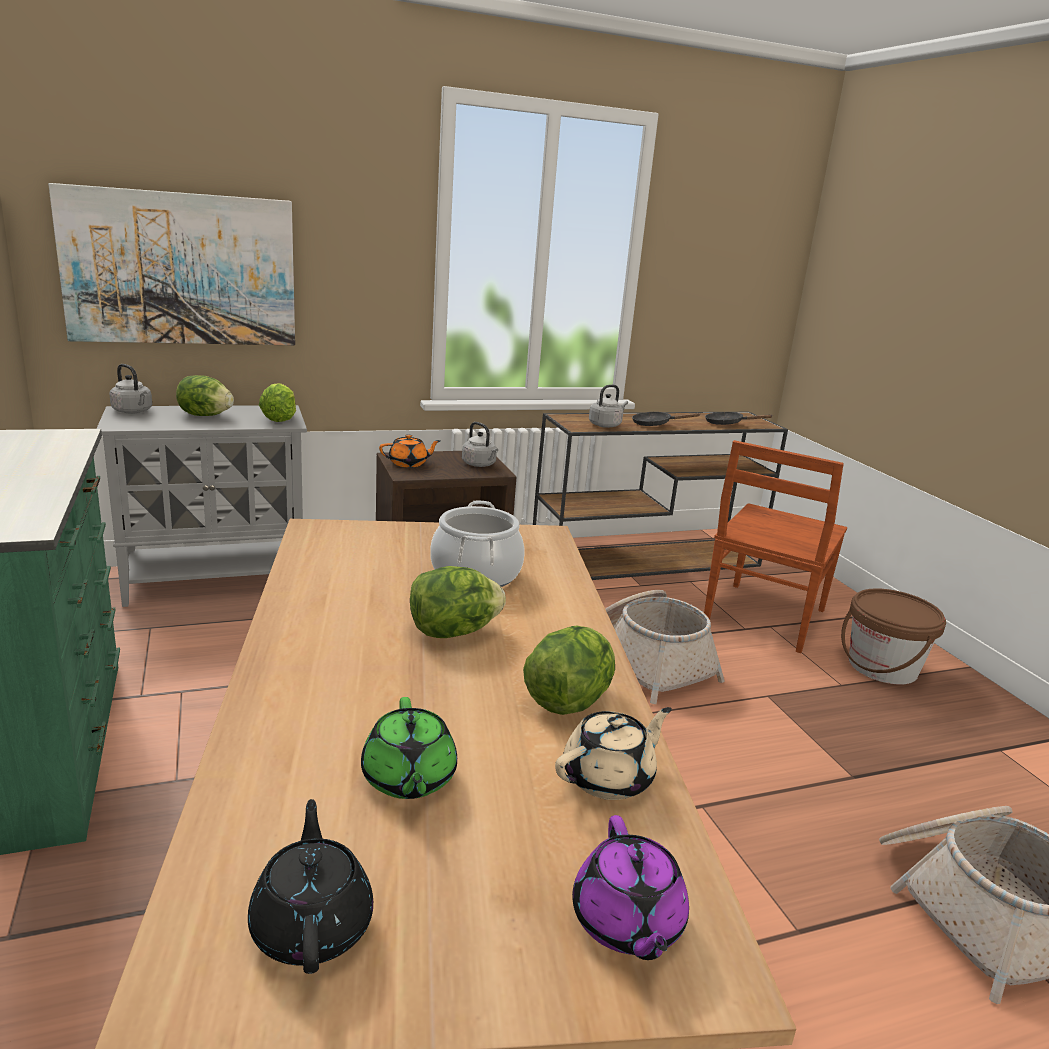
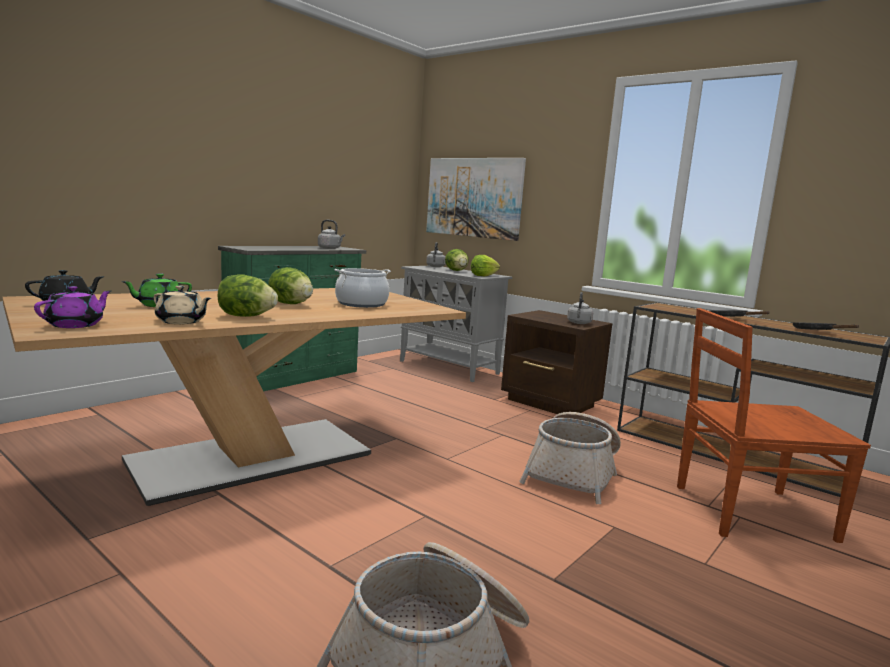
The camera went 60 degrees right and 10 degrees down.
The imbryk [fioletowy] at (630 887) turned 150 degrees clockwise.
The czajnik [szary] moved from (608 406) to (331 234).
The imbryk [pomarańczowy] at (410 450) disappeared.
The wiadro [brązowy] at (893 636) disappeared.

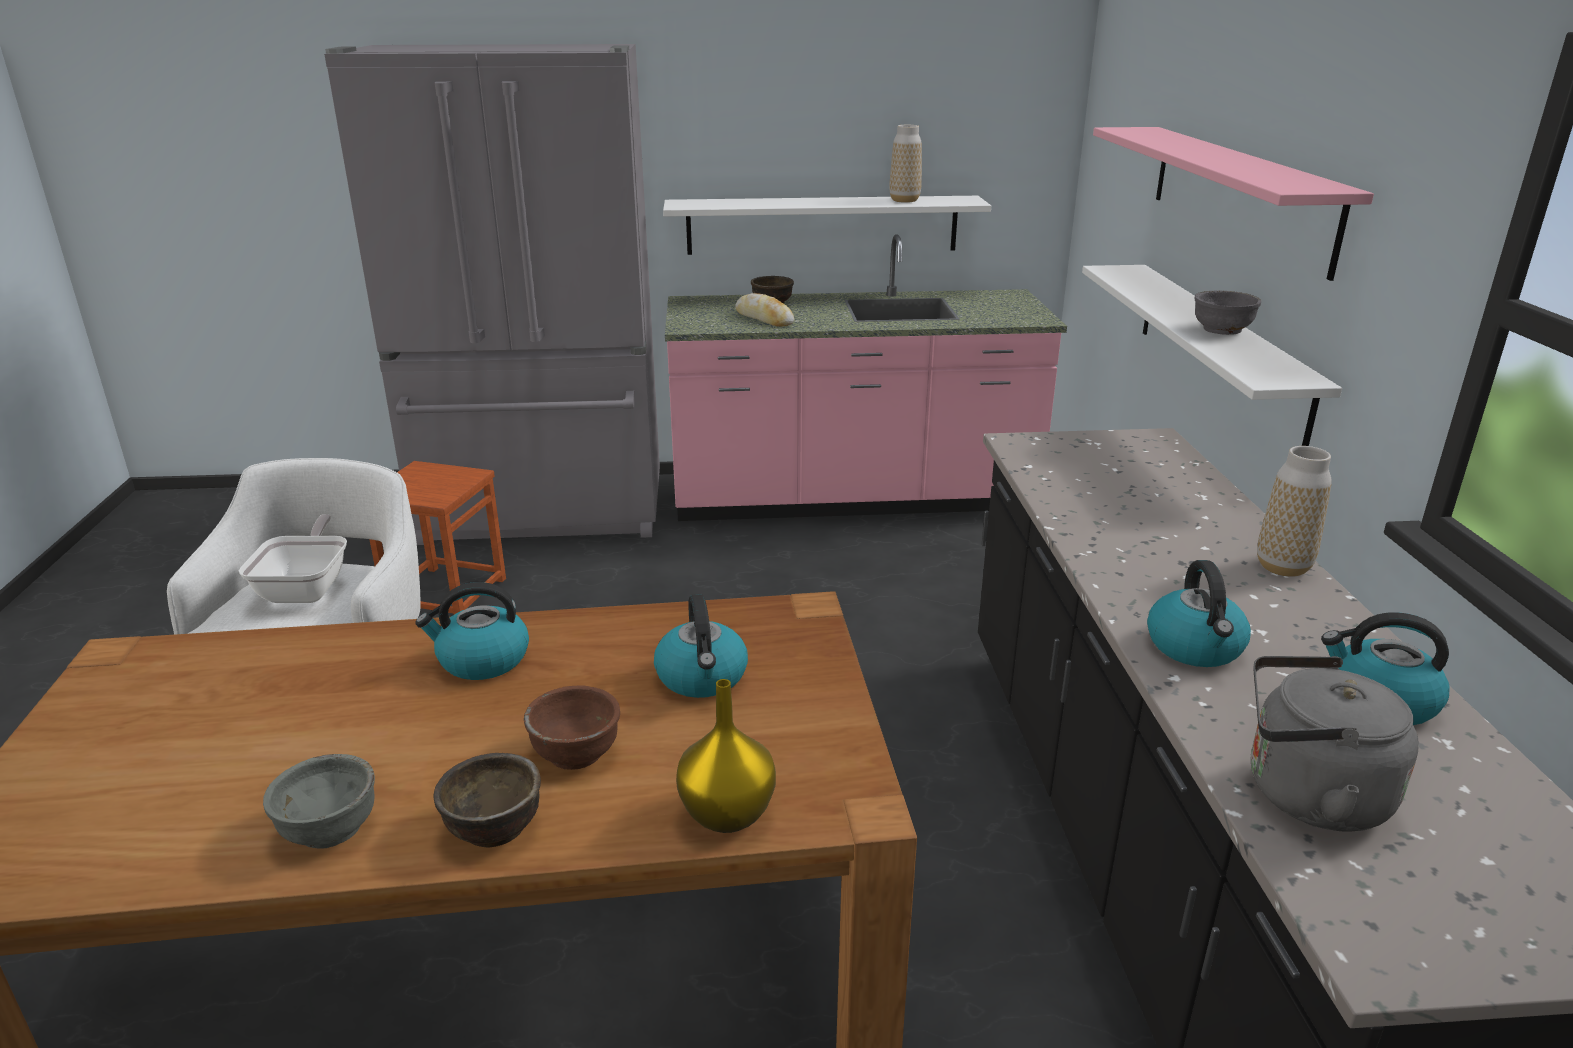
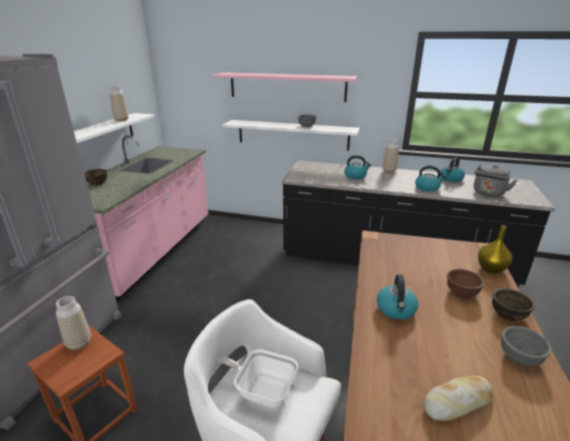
The camera went 70 degrees left and 0 degrees up.
The wazon at (73 323) appeared.
The czajnik moved from (701 646) to (357 167).
The chleb moved from (764 310) to (458 398).

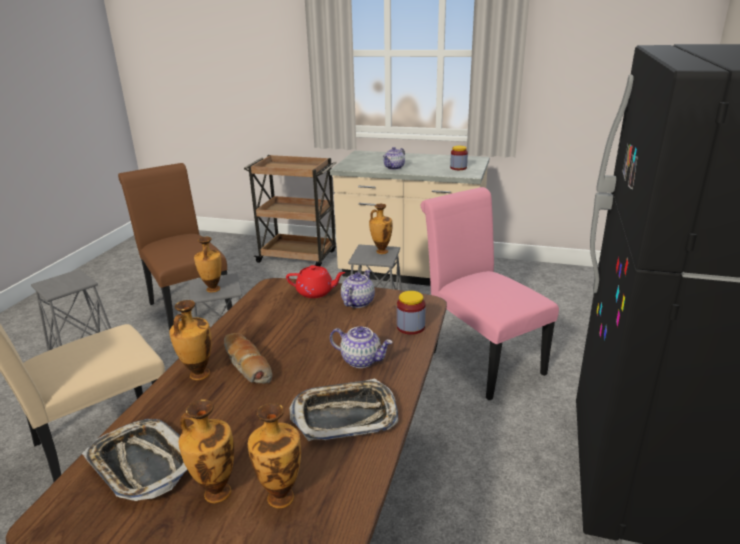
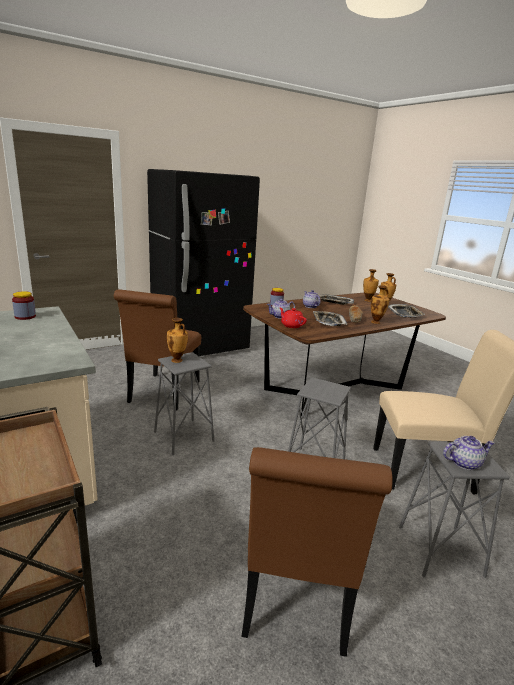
The camera went 140 degrees left and 5 degrees down.
The krzesło [różowy] at (490 294) became the krzesło [brązowy] at (157 350).
The taca at (330 318) appeared.
The imbryk moved from (394 158) to (469 453).
The wazon at (208 264) disappeared.

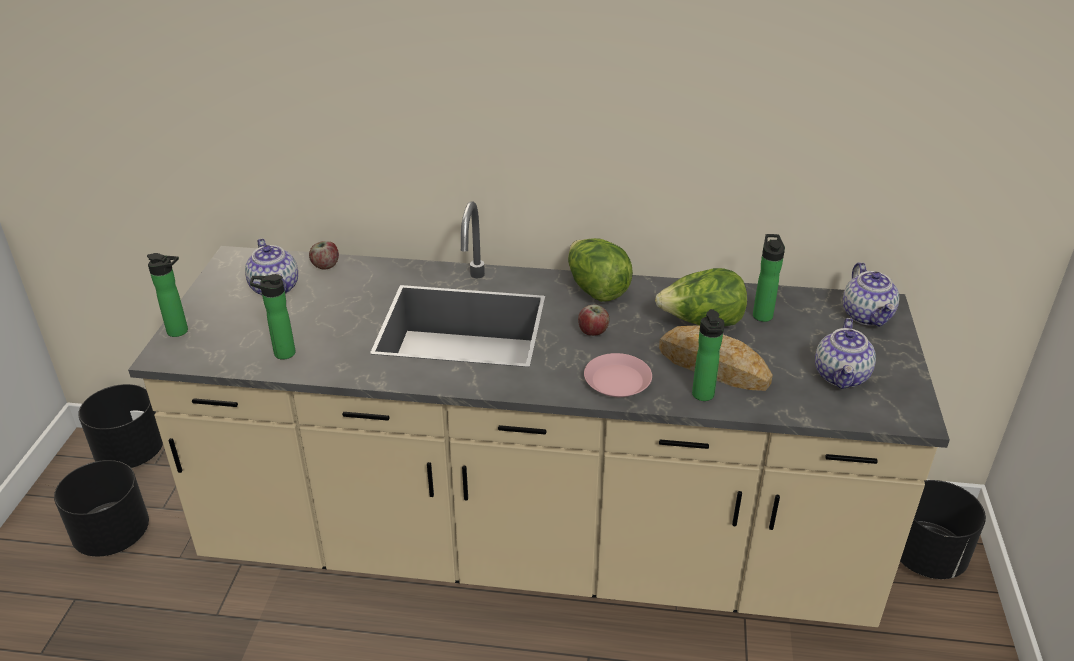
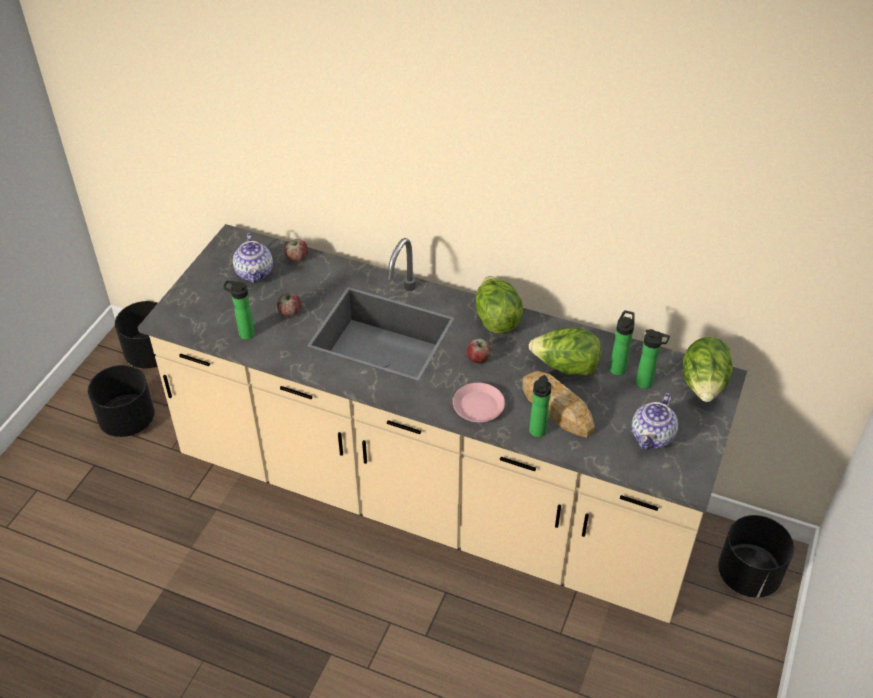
The camera went 15 degrees right and 10 degrees up.
The jabłko at (289 305) appeared.
The butelka moved from (167 295) to (653 359).
The imbryk at (871 294) was replaced by the sałata at (708 369).

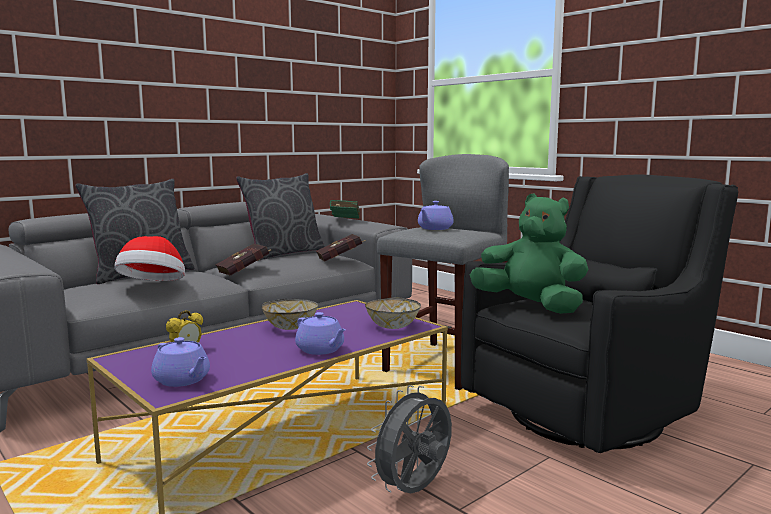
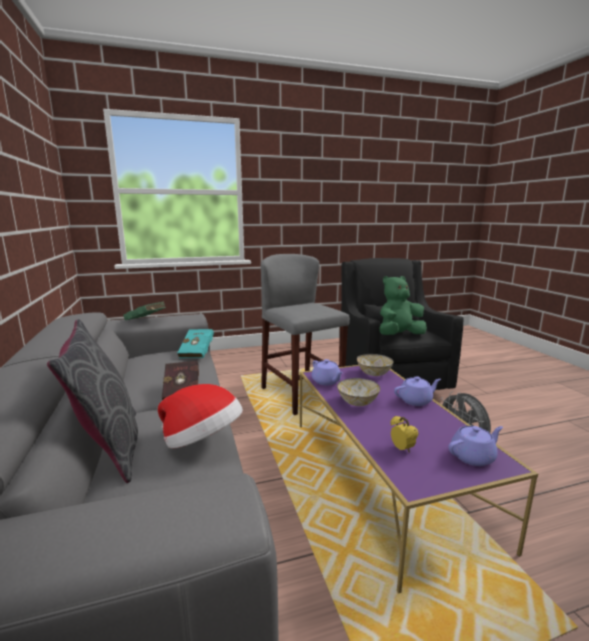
The camera went 65 degrees left and 5 degrees up.
The książka [czerwony] at (341 248) became the książka [turkusowy] at (195 343).
The imbryk [fioletowy] moved from (436 215) to (327 372).
The poduszka [szary] at (280 217) disappeared.

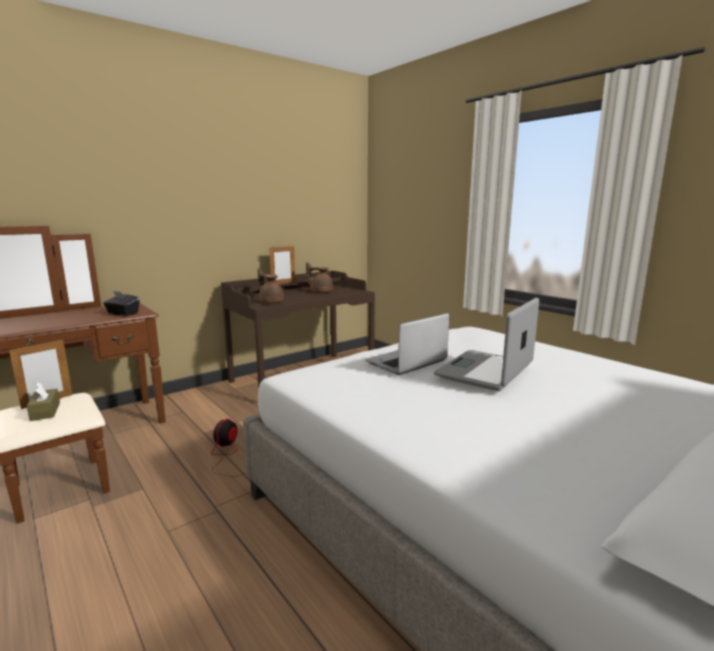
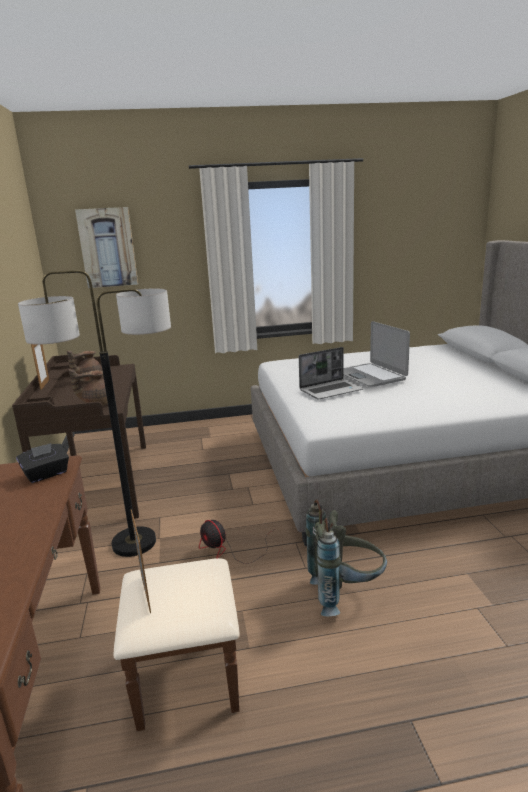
The camera went 60 degrees left and 5 degrees up.
The lampa stojąca at (94 413) appeared.
The obraz at (106 247) appeared.
The laptop at (407 344) turned 105 degrees counterclockwise.
The plecak [szary] at (346 557) appeared.
The pudełko chusteczek [brązowy] at (43 401) disappeared.

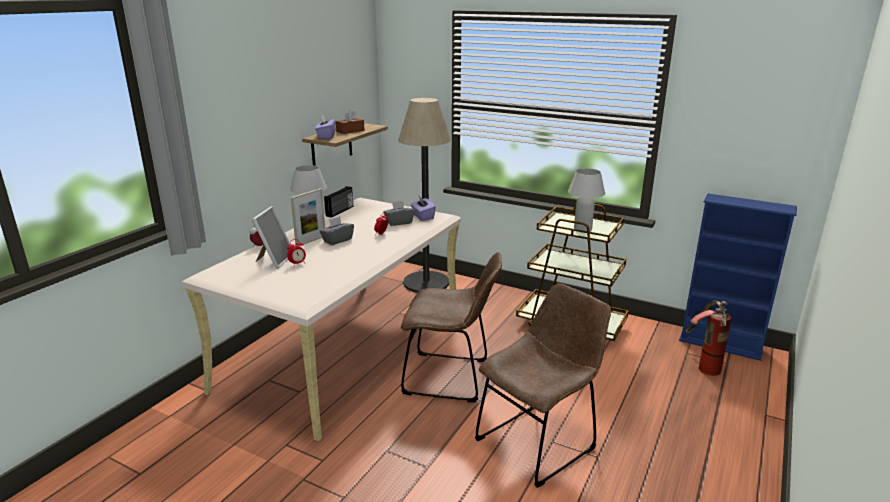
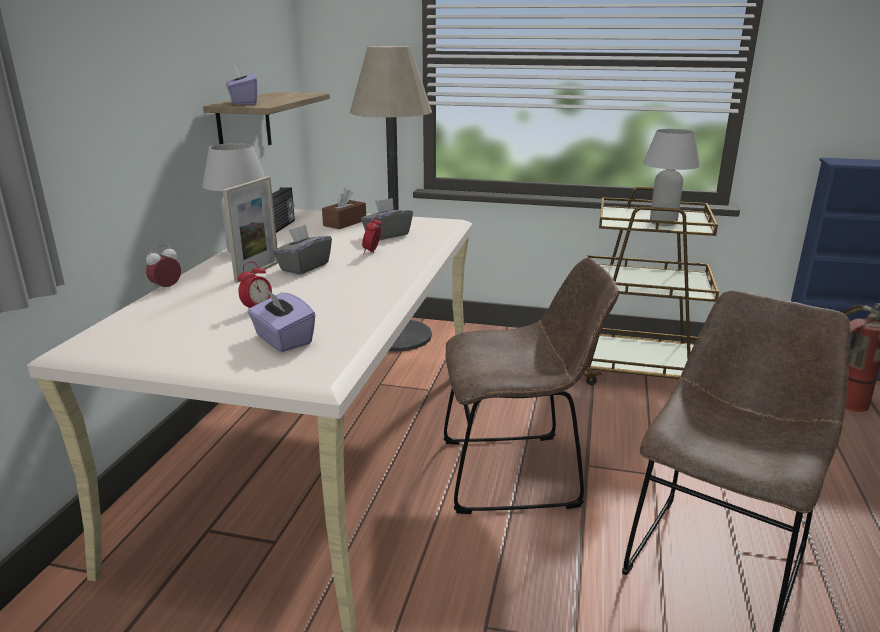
The camera went 15 degrees left and 0 degrees up.
The pudełko chusteczek [fioletowy] moved from (423 208) to (281 320).
The pudełko chusteczek [brązowy] moved from (350 122) to (344 208).
The ramka na zdjęcie at (271 237) disappeared.

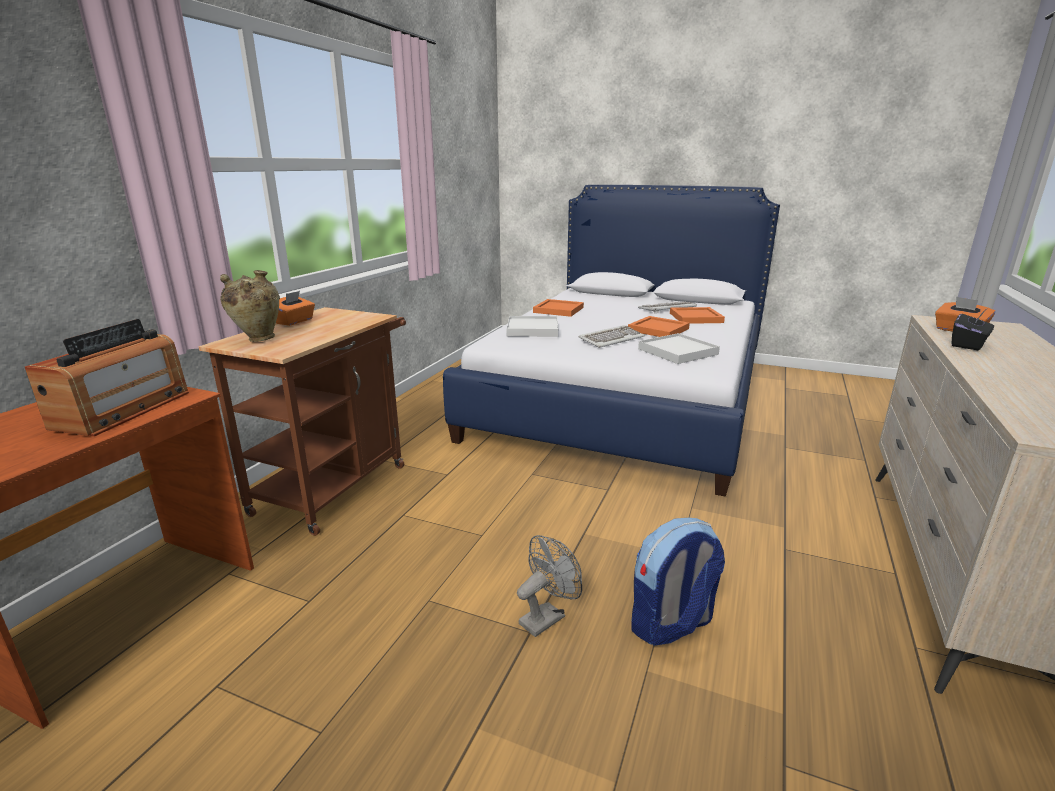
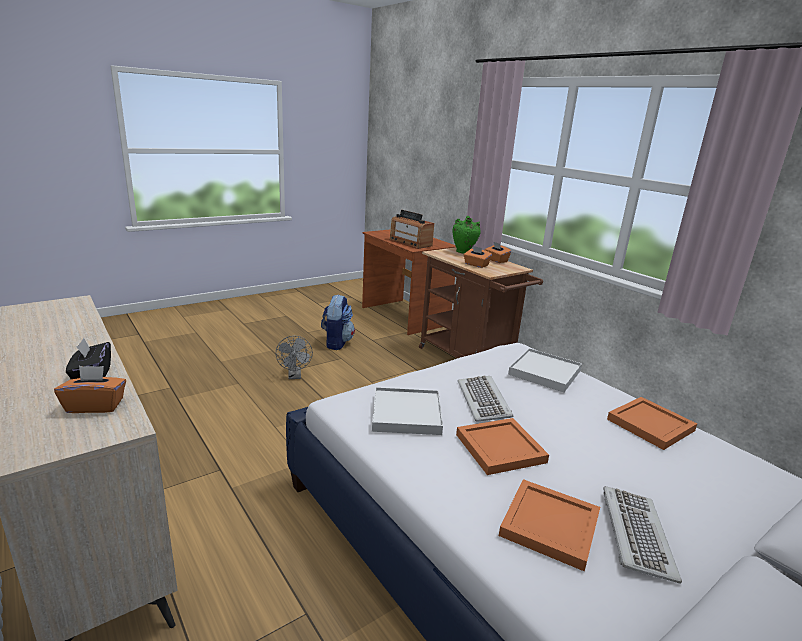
The camera went 120 degrees right and 0 degrees up.
The plecak moved from (678 582) to (338 322).
The wazon [beżowy] at (250 306) became the wazon [zielony] at (466 234).
The pudełko chusteczek [pomarańczowy] at (478 257) appeared.

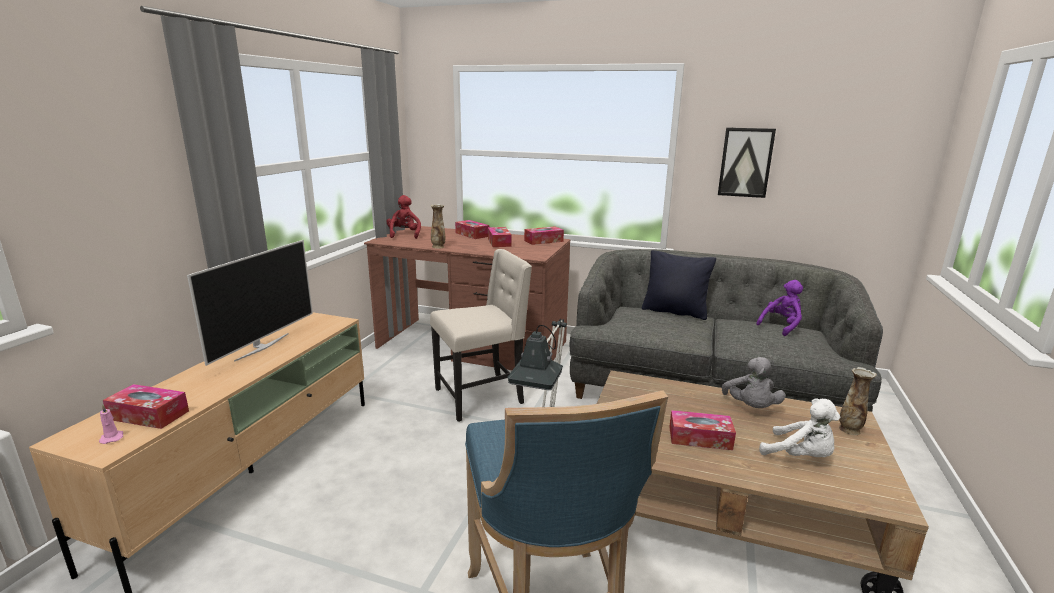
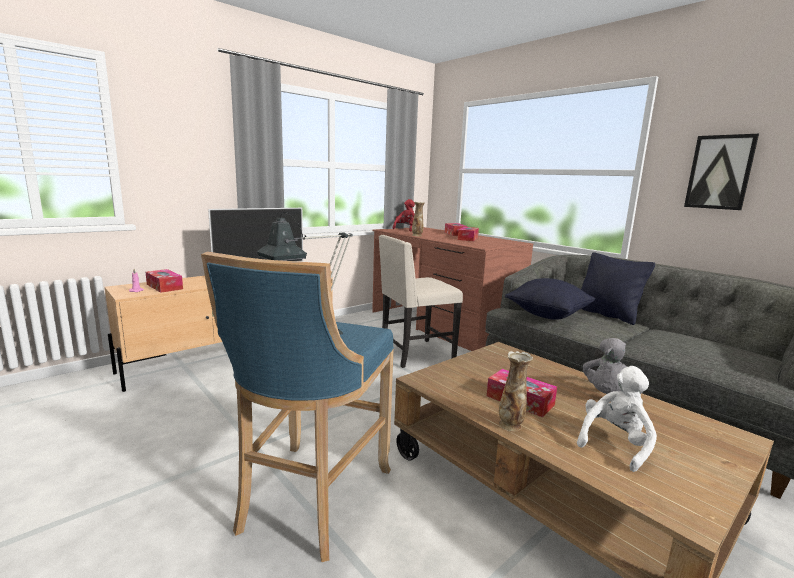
The camera went 30 degrees right and 5 degrees down.
The krzesło [beżowy] at (481 335) turned 150 degrees clockwise.
The wazon moved from (858 401) to (516 391).
The poduszka [czarny] at (550 299) appeared.
The pluszak [biały] at (799 427) turned 120 degrees counterclockwise.
The pudełko chusteczek at (544 235) disappeared.
The pluszak [fioletowy] at (779 308) disappeared.

